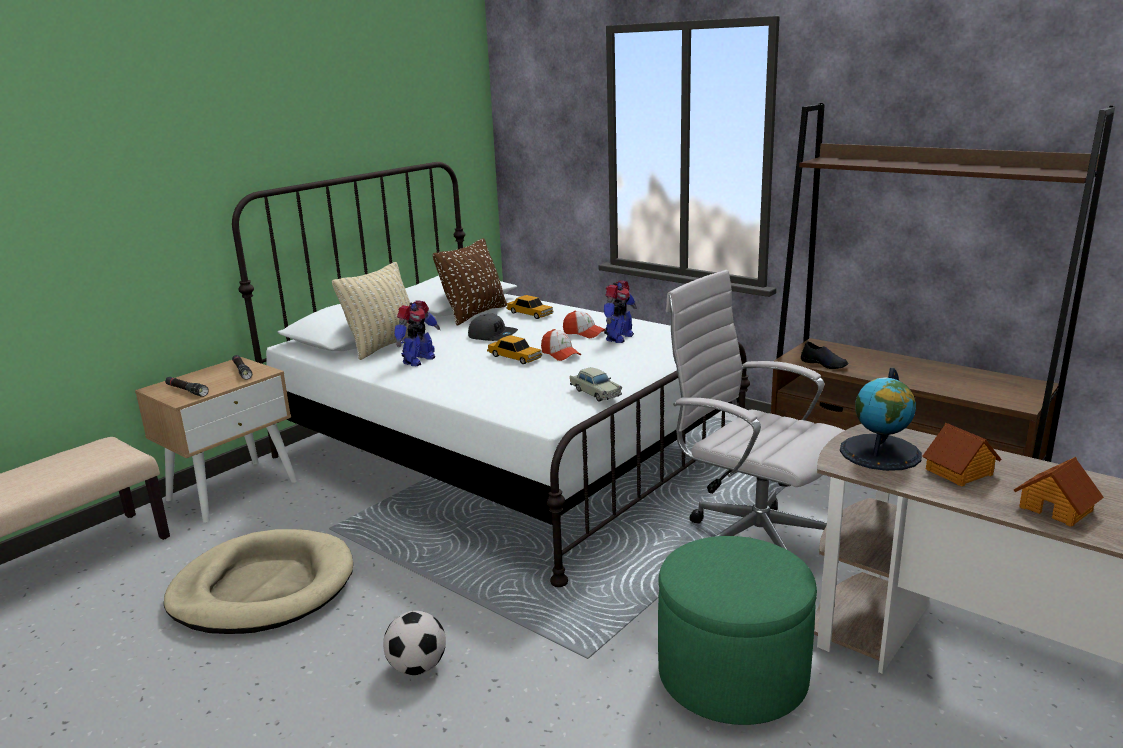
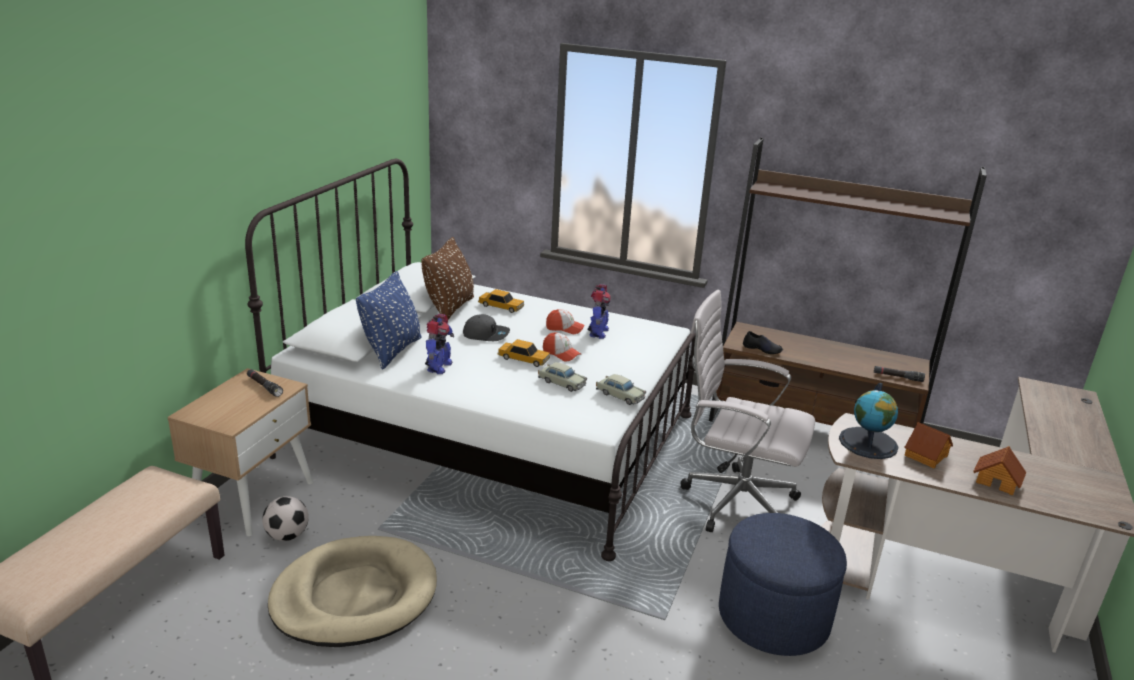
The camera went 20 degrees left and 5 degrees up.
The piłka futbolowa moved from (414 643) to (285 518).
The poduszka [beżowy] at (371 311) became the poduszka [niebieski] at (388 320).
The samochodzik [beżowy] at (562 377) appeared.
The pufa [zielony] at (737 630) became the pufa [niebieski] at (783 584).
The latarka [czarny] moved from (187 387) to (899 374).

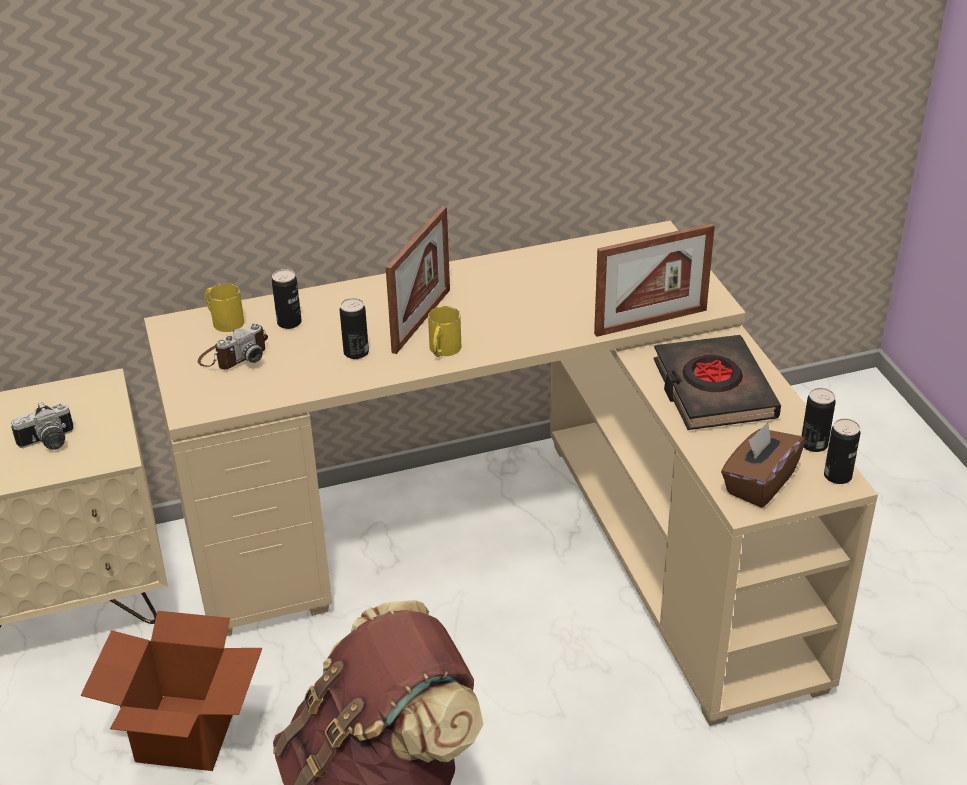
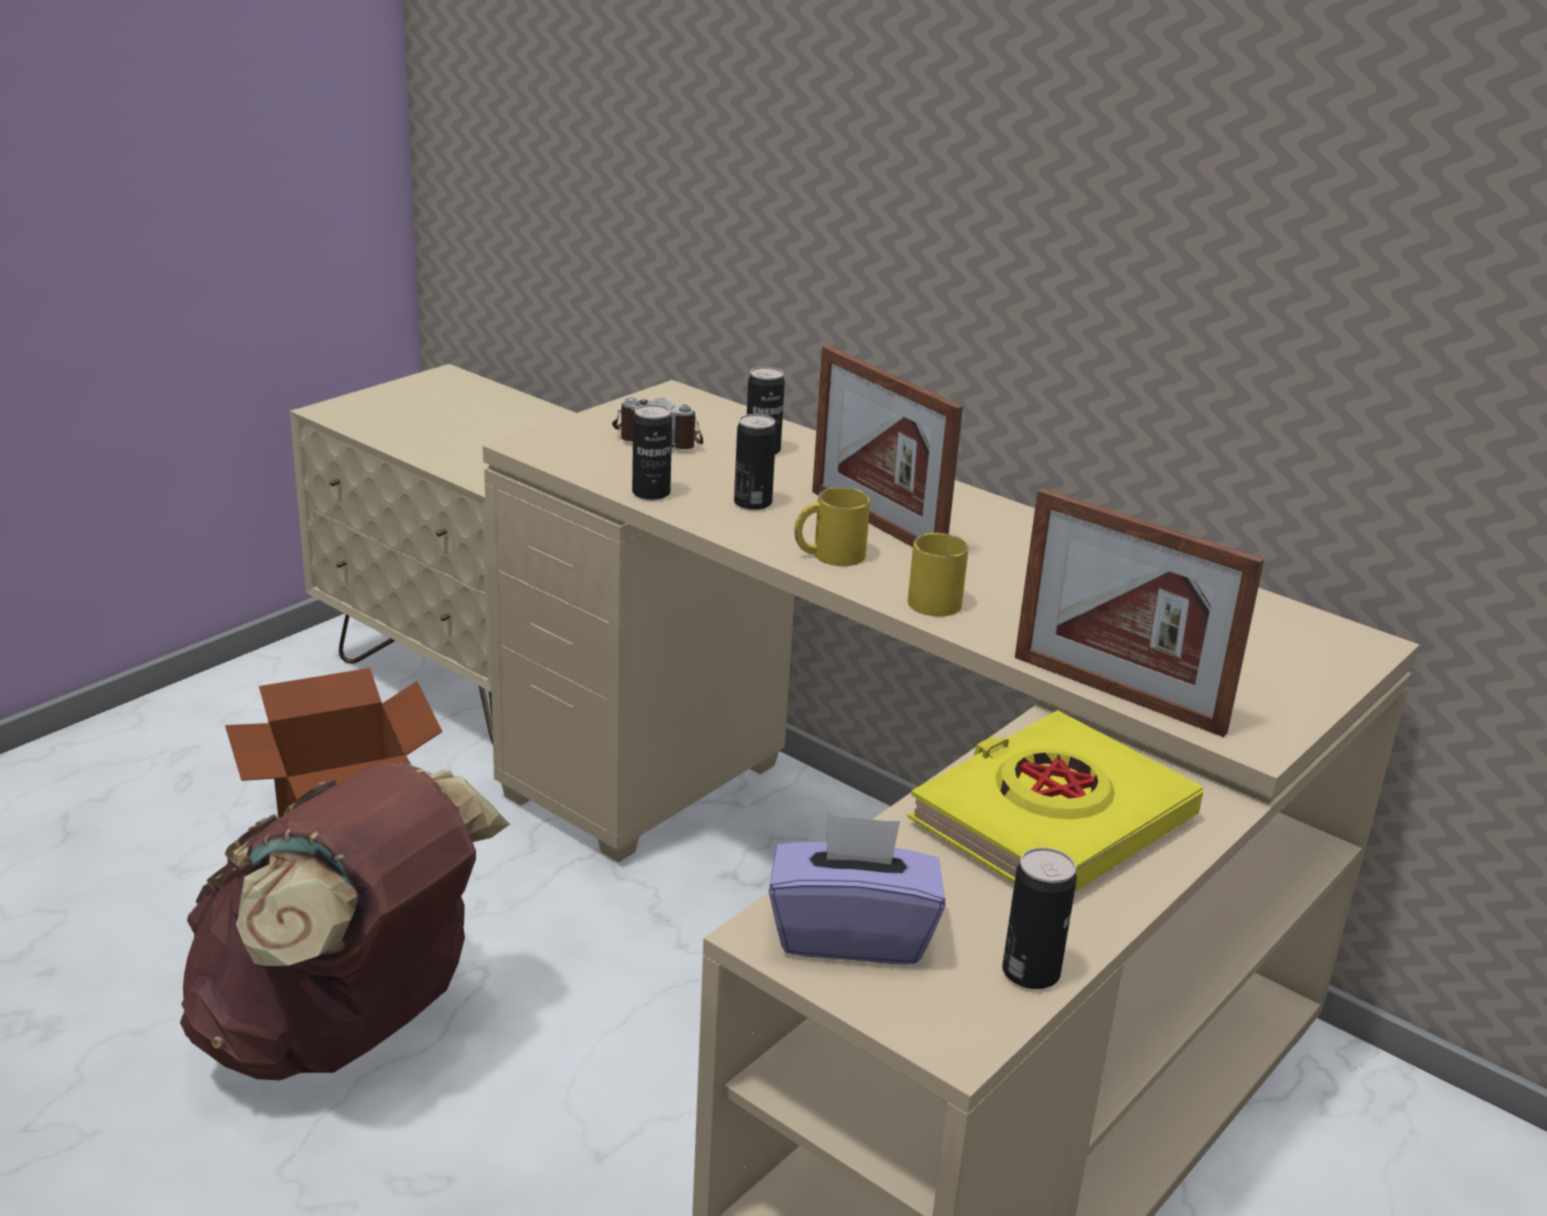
The camera went 55 degrees right and 10 degrees down.
The puszka moved from (842 451) to (652 452).
The pudełko chusteczek [brązowy] at (763 465) became the pudełko chusteczek [fioletowy] at (857 888).
The ramka na zdjęcie at (418 280) turned 60 degrees clockwise.
The kubek [żółty] moved from (224 307) to (938 575).
The książka [czarny] at (717 382) became the książka [żółty] at (1055 801).
The aparat fotograficzny at (42 426) disappeared.

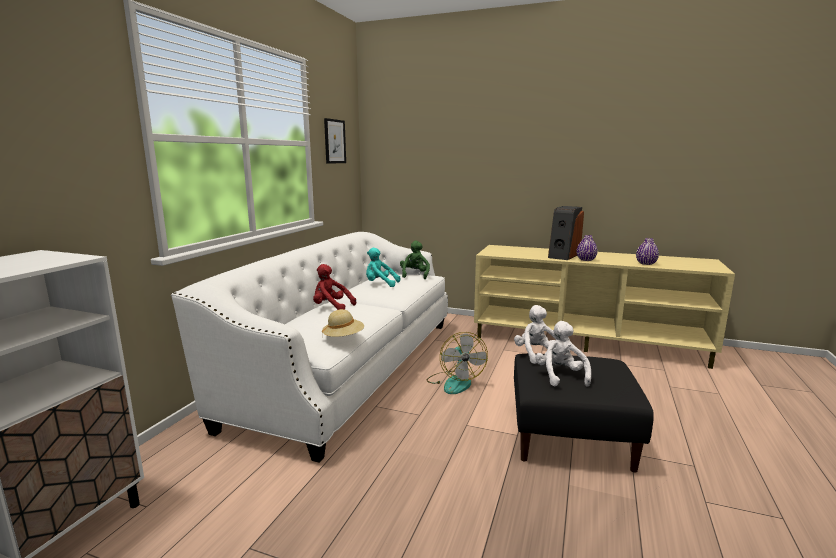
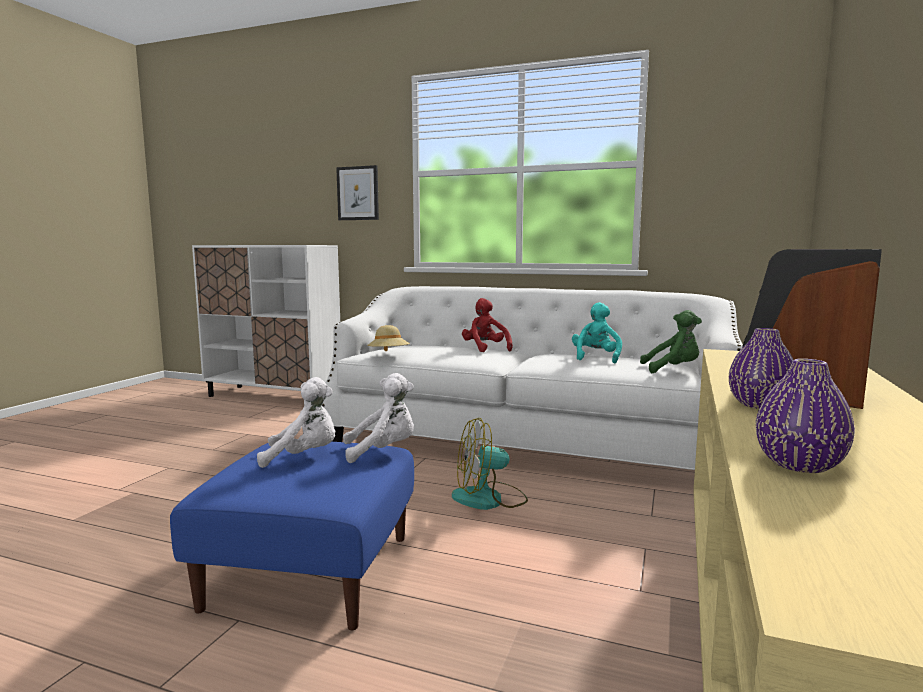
The camera went 90 degrees right and 5 degrees down.
The pufa [czarny] at (584 413) became the pufa [niebieski] at (292 536).
The obraz moved from (335 141) to (357 192).
The pluszak [czerwony] at (334 287) turned 45 degrees counterclockwise.

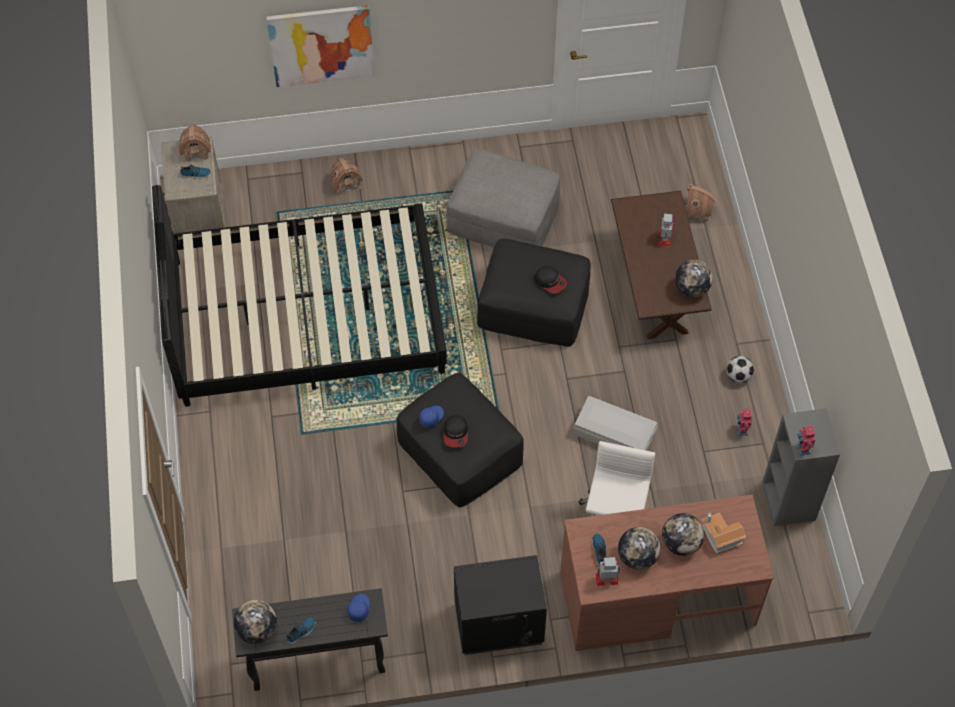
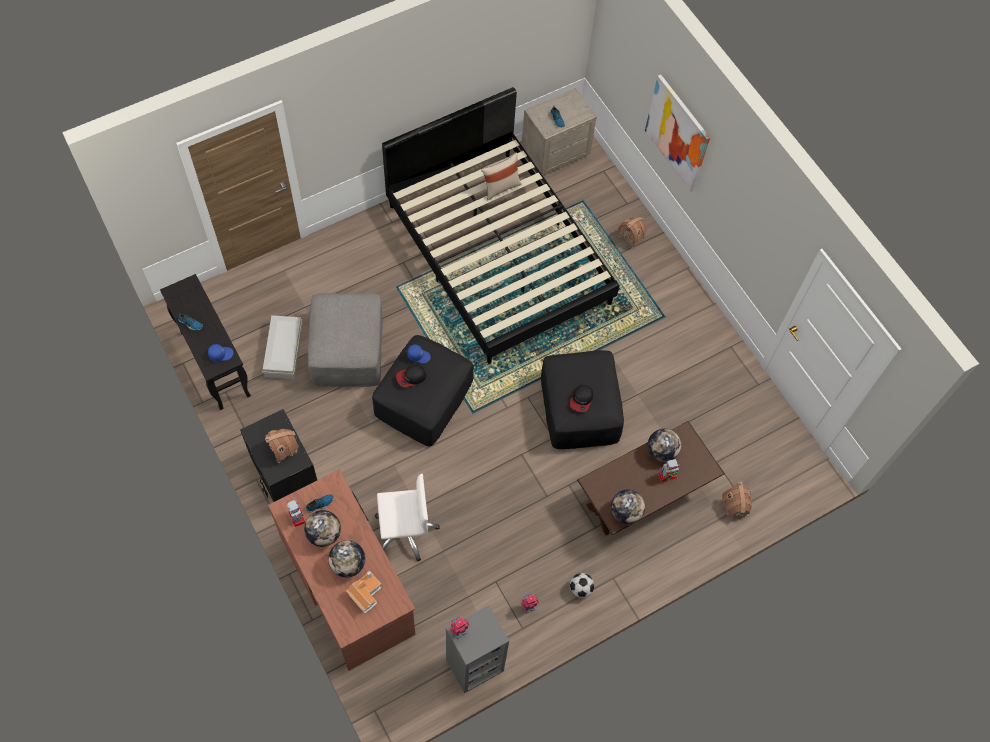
The camera went 65 degrees right and 5 degrees up.
The pojemnik do przechowywania [biały] moved from (615 423) to (283 347).
The domek moved from (195 143) to (282 446).
The pufa [szary] moved from (503 198) to (345 340).
The poduszka [beżowy] at (501 177) appeared.
The globus moved from (255 622) to (664 445).

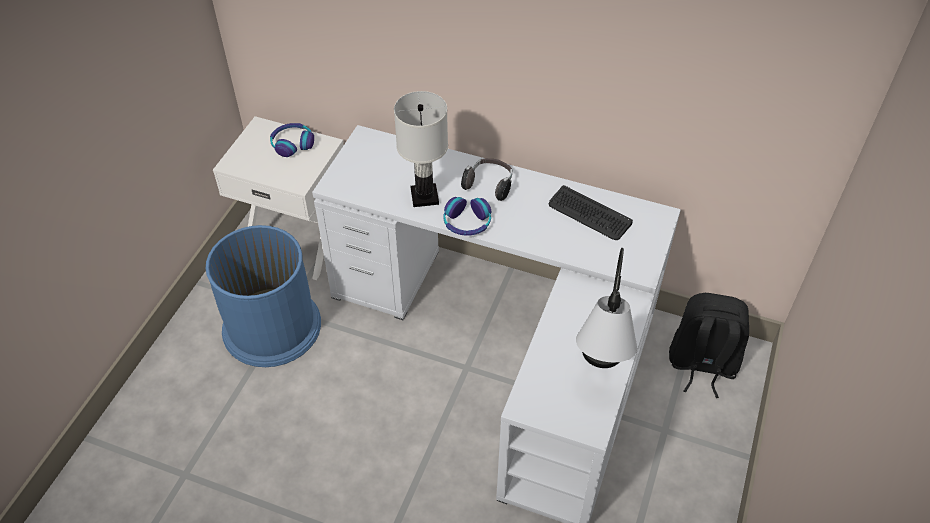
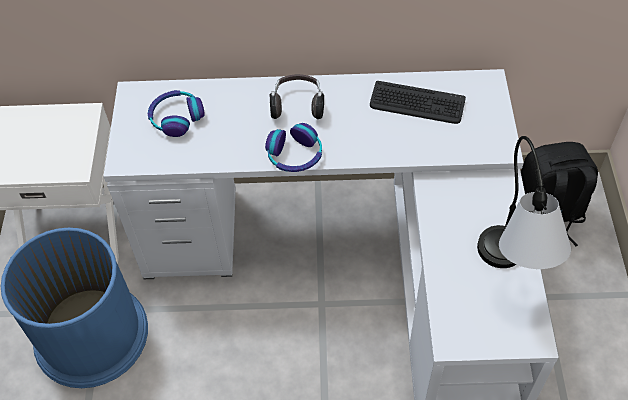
The camera went 20 degrees left and 5 degrees up.
The słuchawki moved from (292 140) to (176 113).
The lampa stołowa [biały] at (421 149) disappeared.

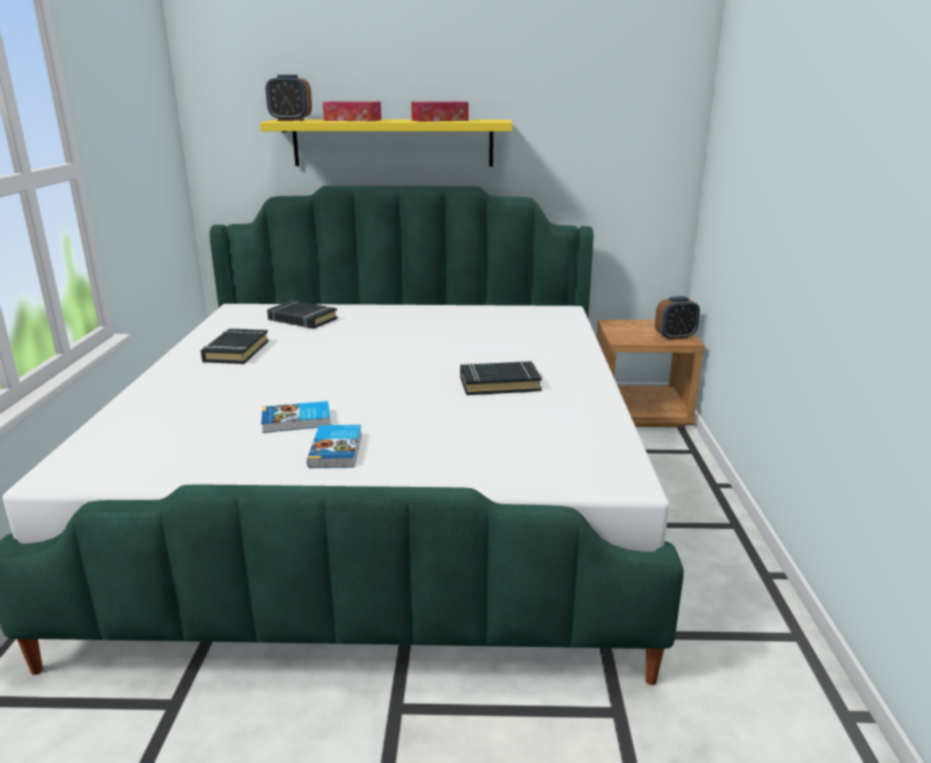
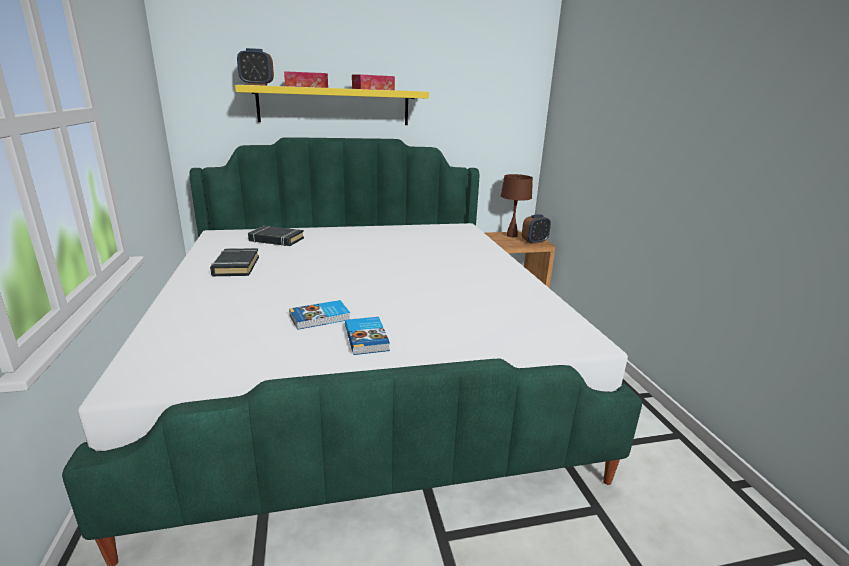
The camera went 15 degrees left and 0 degrees up.
The lampa stołowa [brązowy] at (517 205) appeared.
The książka [czarny] at (501 378) disappeared.

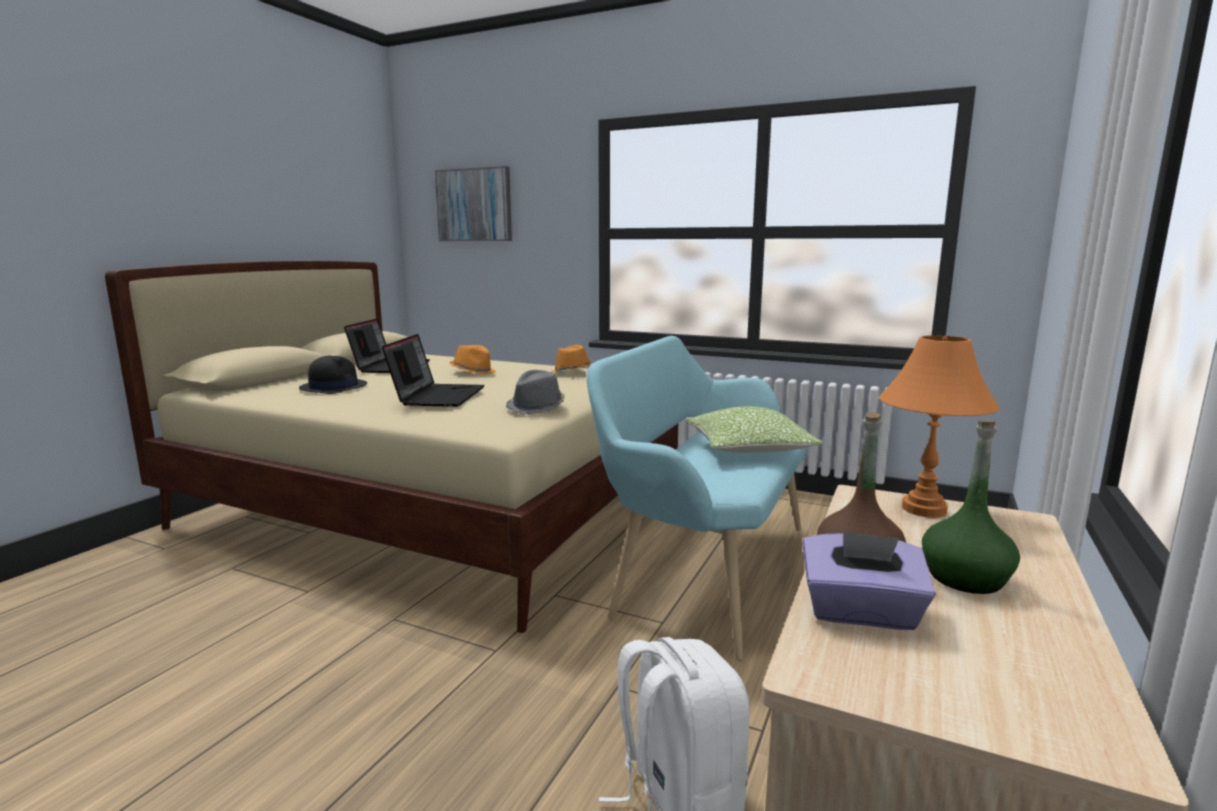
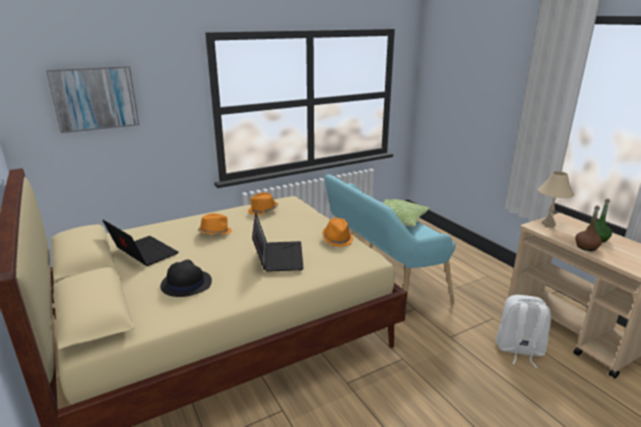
The camera went 55 degrees left and 10 degrees up.
The laptop at (433 370) turned 45 degrees clockwise.
The kapelusz [szary] at (535 392) became the kapelusz [pomarańczowy] at (338 232).
The lampa stołowa [pomarańczowy] at (939 426) became the lampa stołowa [beżowy] at (556 199).
The pudełko chusteczek [fioletowy] at (869 580) disappeared.

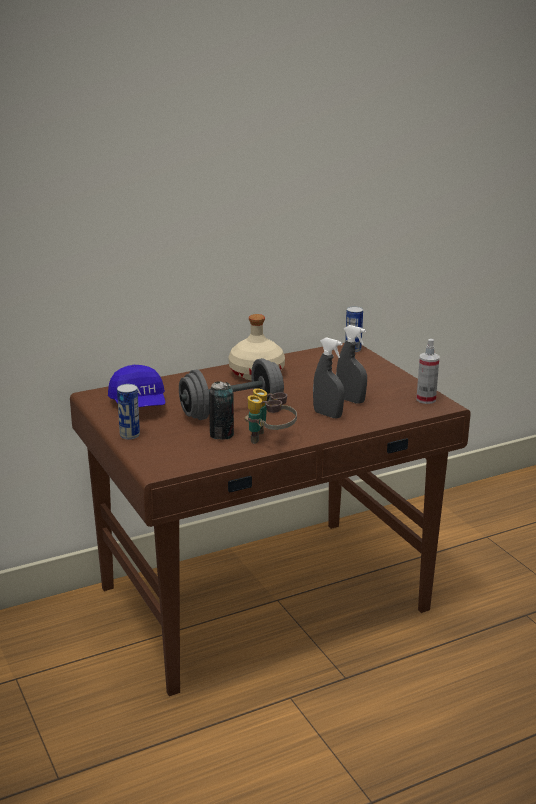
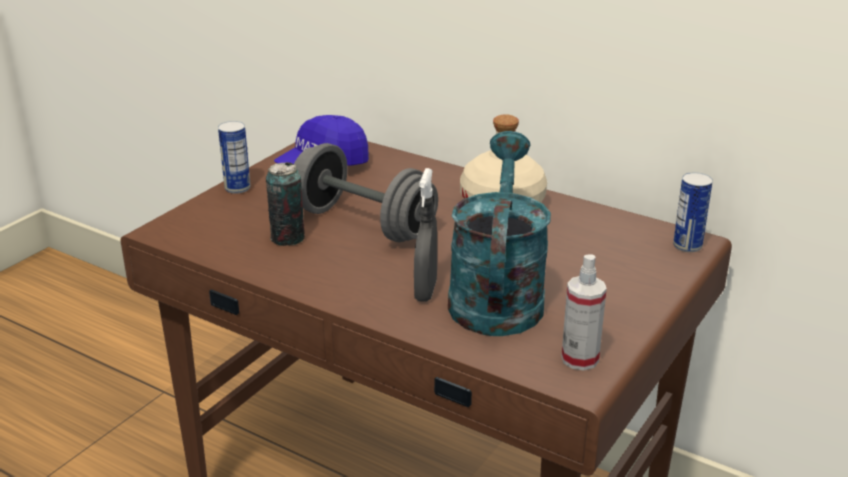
The camera went 60 degrees right and 5 degrees up.
The spryskiwacz [szary] at (351 364) was replaced by the konewka [turkusowy] at (499 233).
The lornetka at (271 416) disappeared.

